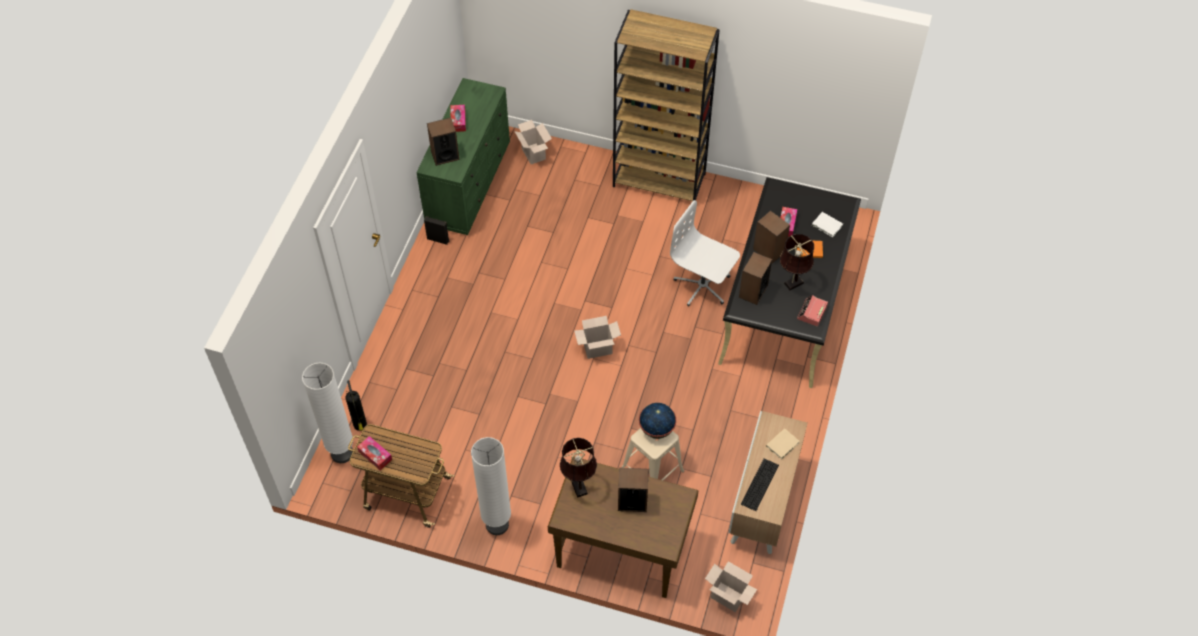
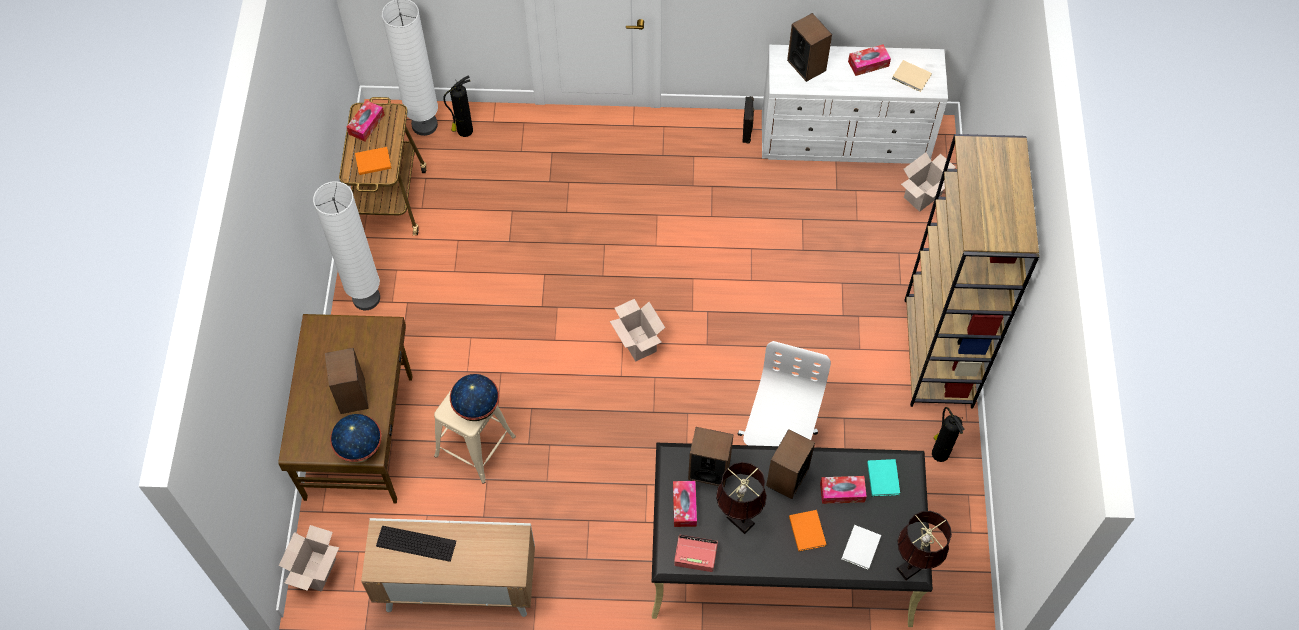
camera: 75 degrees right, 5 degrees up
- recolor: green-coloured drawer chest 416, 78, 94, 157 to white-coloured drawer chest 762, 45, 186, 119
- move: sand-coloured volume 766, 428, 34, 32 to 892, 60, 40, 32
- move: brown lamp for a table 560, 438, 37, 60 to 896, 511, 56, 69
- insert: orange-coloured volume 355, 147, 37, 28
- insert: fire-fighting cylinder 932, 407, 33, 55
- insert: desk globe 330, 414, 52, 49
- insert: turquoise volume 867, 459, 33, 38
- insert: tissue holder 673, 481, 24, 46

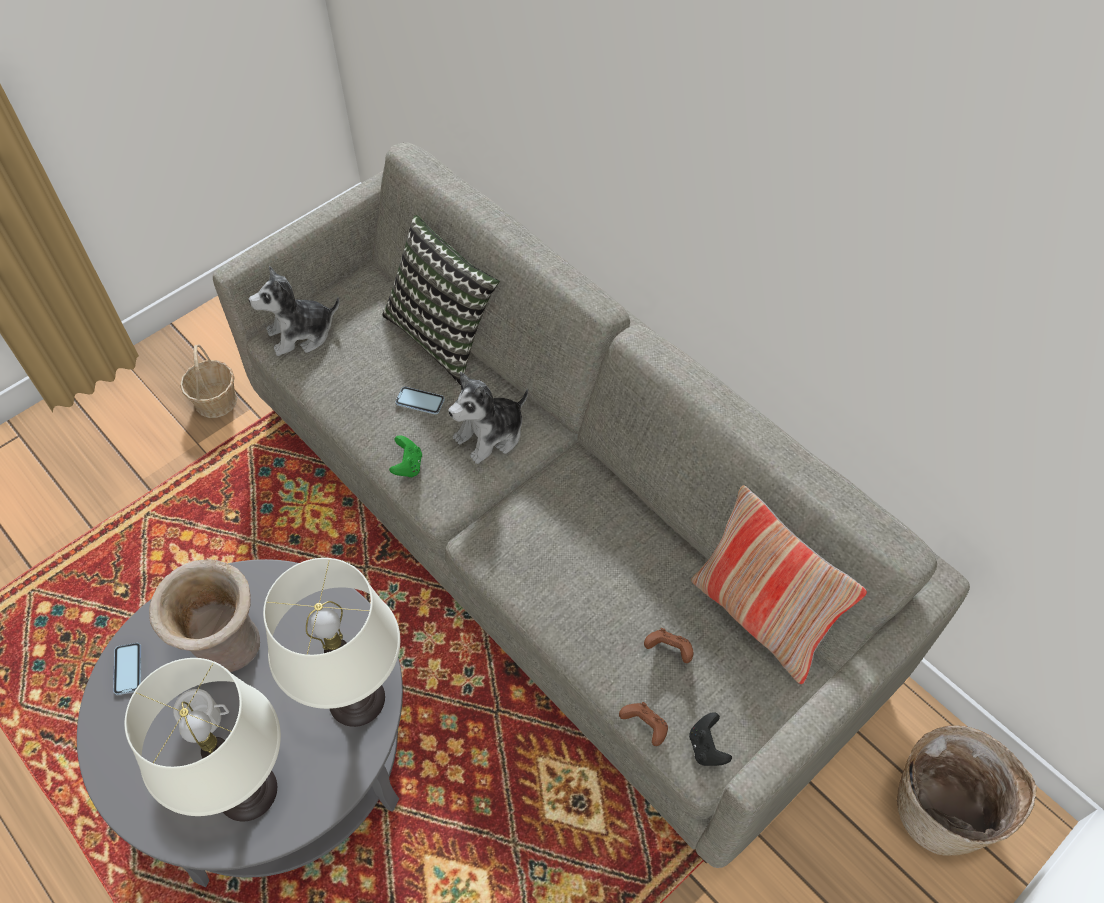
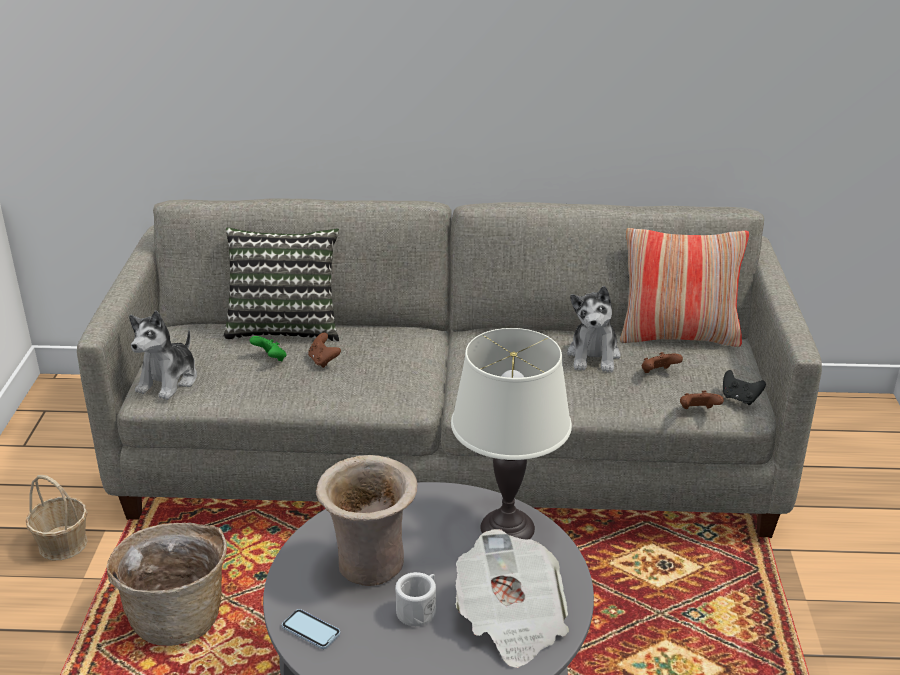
camera: 45 degrees left, 25 degrees down
- move: soft toy 449, 372, 79, 92 to 567, 286, 54, 86
- replace: phone 396, 387, 49, 28 to brown joypad 308, 333, 33, 35
- move: green-coloured joypad 389, 435, 33, 42 to 250, 336, 36, 25
- replace: white-coloured lamp for a table 125, 658, 156, 164 to newspaper 455, 529, 114, 139
- move: basket 897, 725, 140, 131 to 107, 522, 120, 124

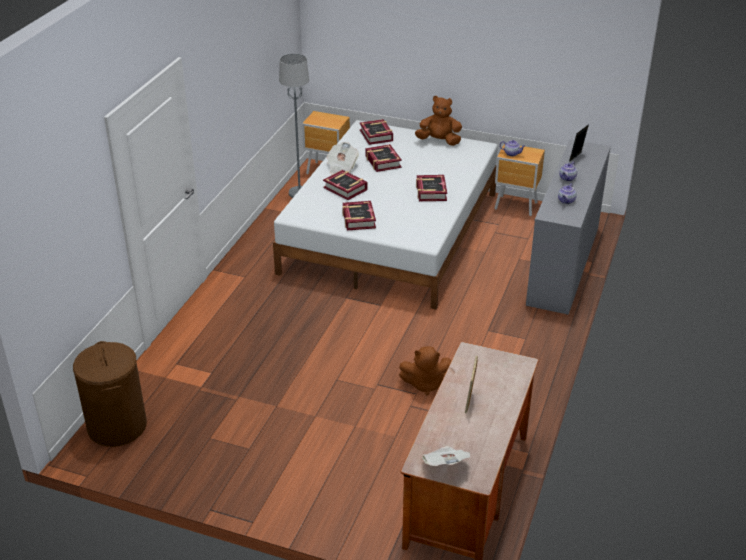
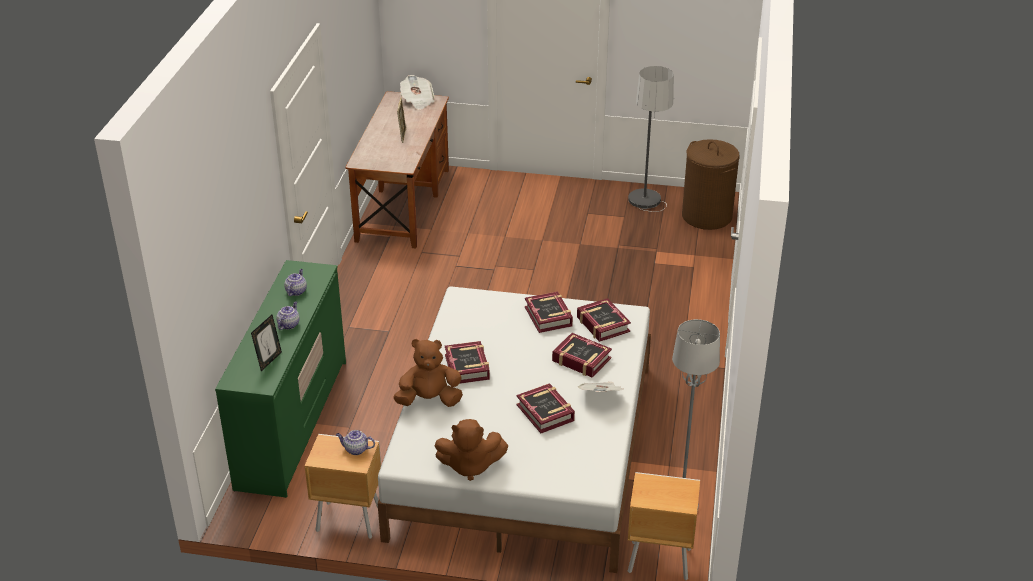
camera: 170 degrees right, 0 degrees up
- move: volume 360, 119, 33, 26 to 577, 298, 54, 44
- recolor: gray drawer chest 526, 140, 85, 175 to green-coloured drawer chest 215, 260, 131, 238
- move: brown soft toy 399, 346, 52, 49 to 393, 339, 70, 68
- insert: floor lamp 628, 66, 46, 146

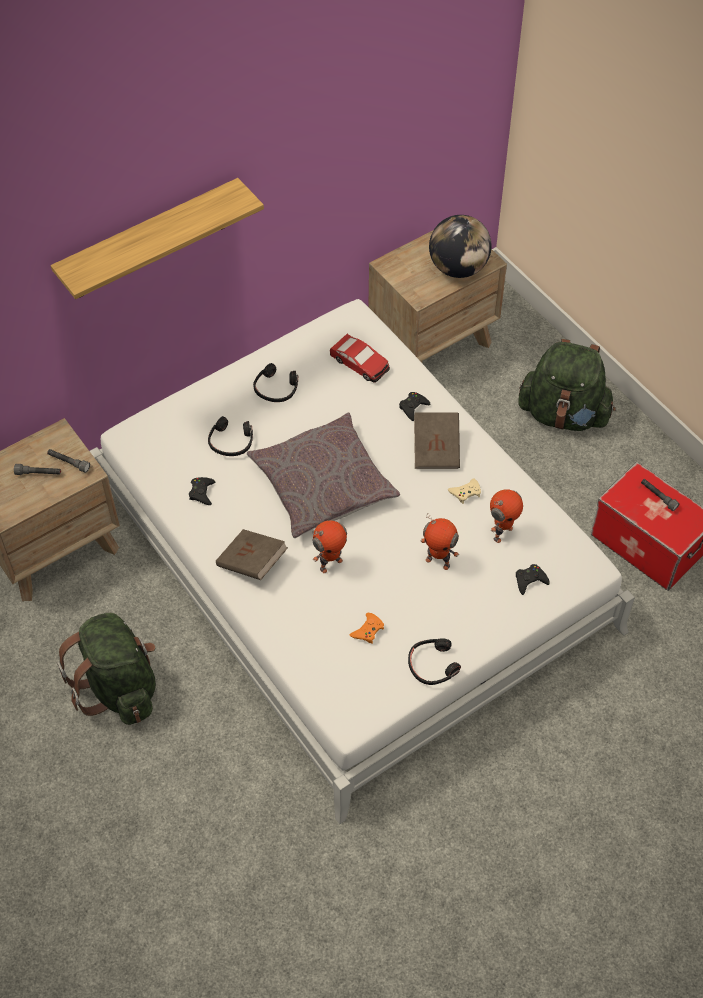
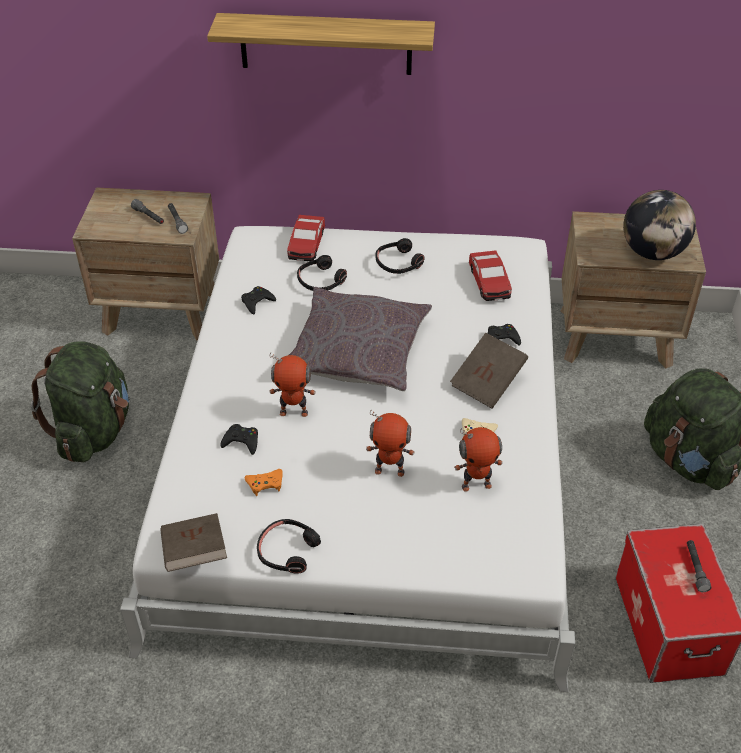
camera: 40 degrees right, 10 degrees down
- rotate: robot figure 421, 513, 38, 57 = 366, 410, 49, 67 60 degrees counterclockwise
- move: brown volume 216, 529, 72, 51 to 160, 513, 67, 59
- move: black joypad 516, 564, 34, 31 to 220, 424, 38, 31
- insert: toy car 287, 215, 38, 46

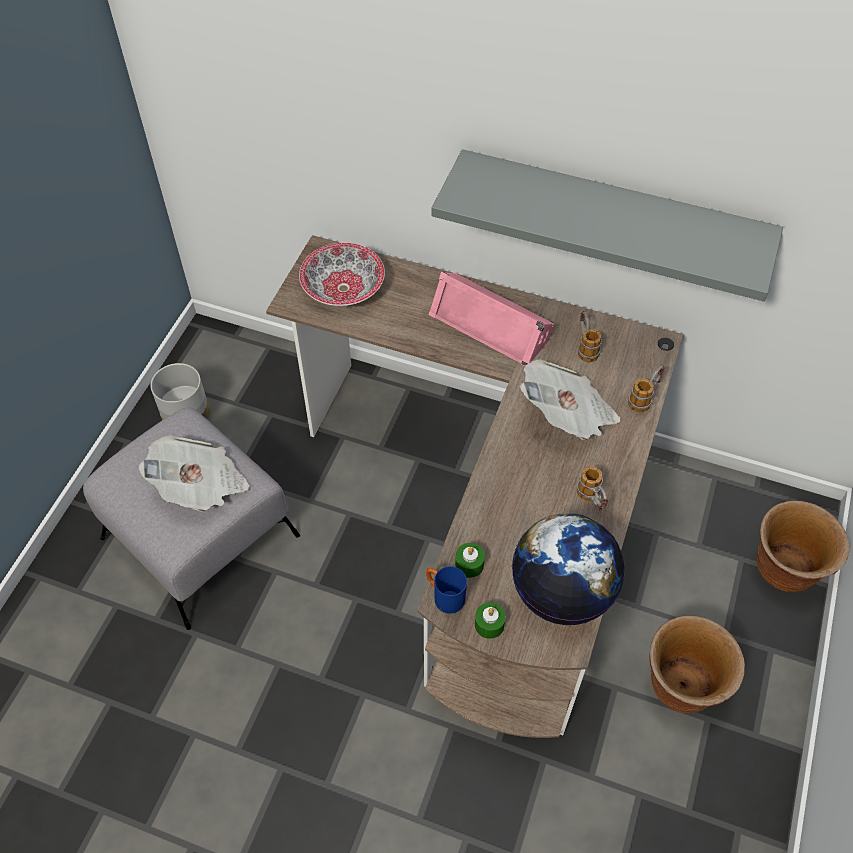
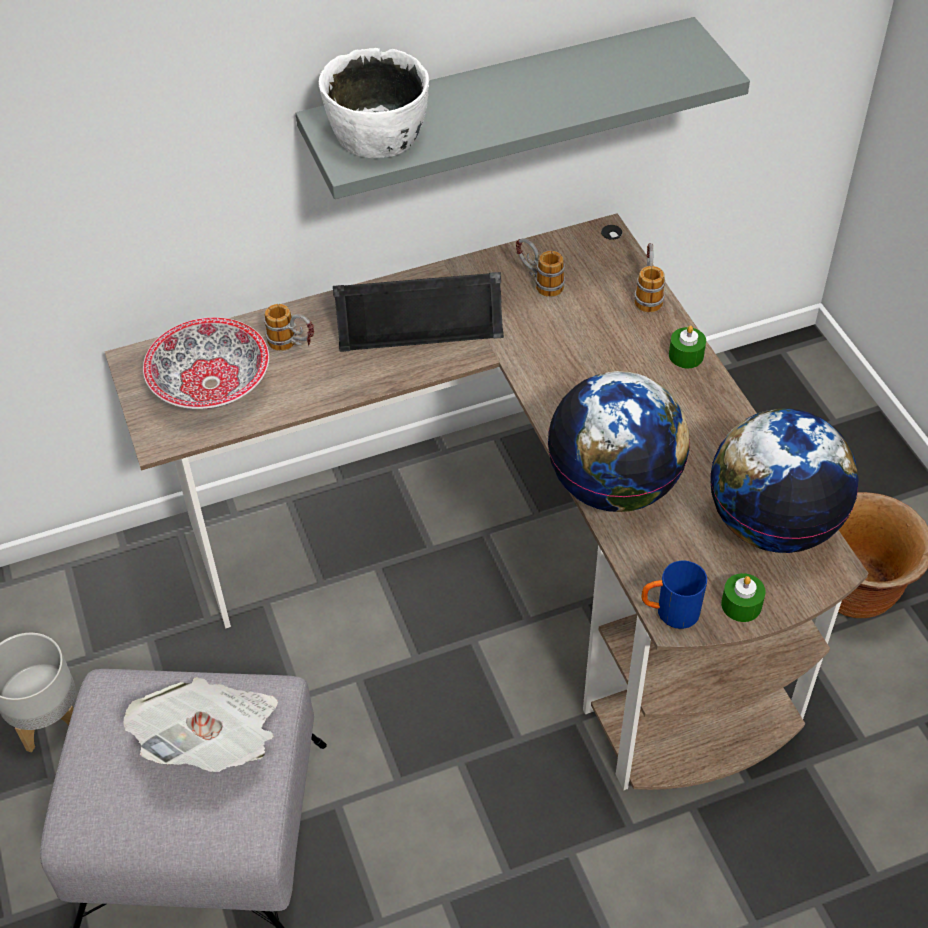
camera: 40 degrees left, 5 degrees down
- recolor: pink audio speaker 428, 272, 127, 94 to black audio speaker 333, 272, 171, 80
- delete: newspaper 520, 359, 100, 81
- move: coffee mug 577, 466, 31, 45 to 264, 304, 50, 47
- delete: brown plant pot 757, 500, 92, 92
- move: green-coloured candle 455, 543, 30, 35 to 669, 325, 37, 43
- insert: white-coloured deep dish 319, 48, 110, 110
- insert: desk globe 547, 371, 143, 141

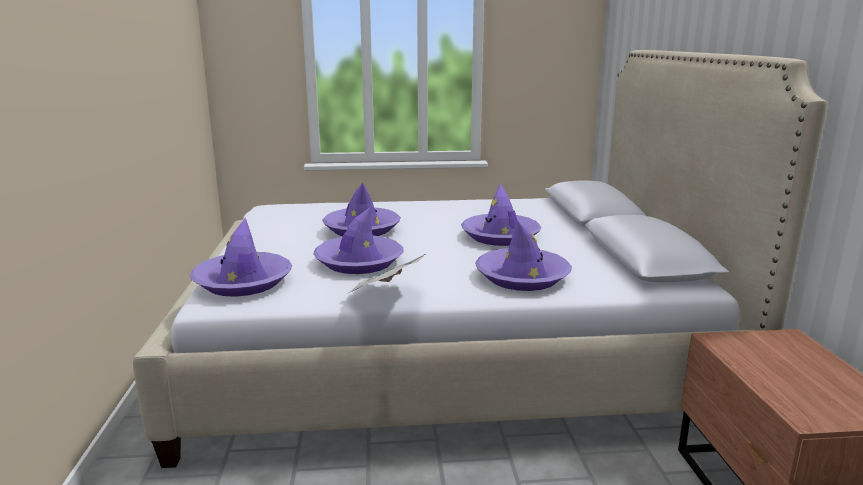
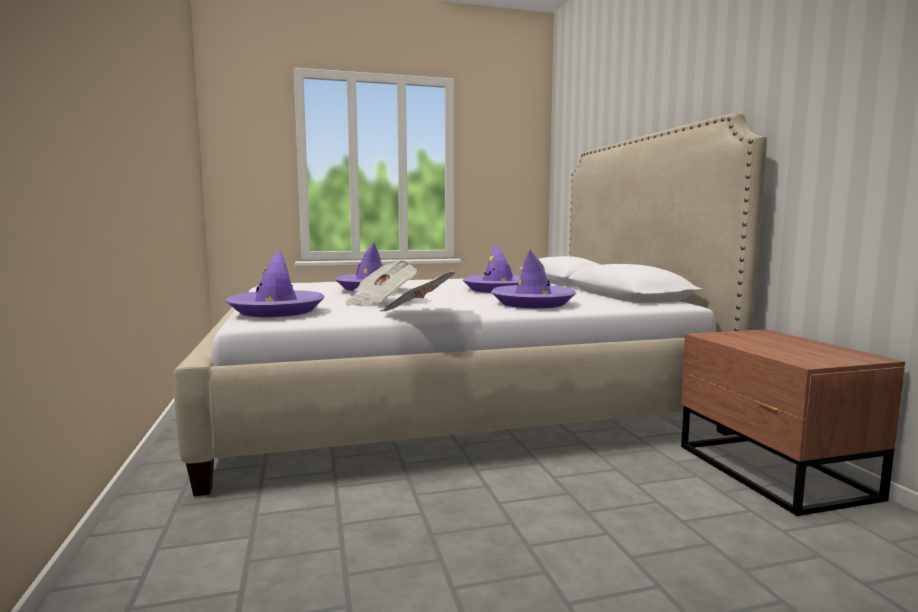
camera: 10 degrees left, 10 degrees down
- replace: purple clothing hat 313, 207, 91, 67 to newspaper 345, 260, 72, 45

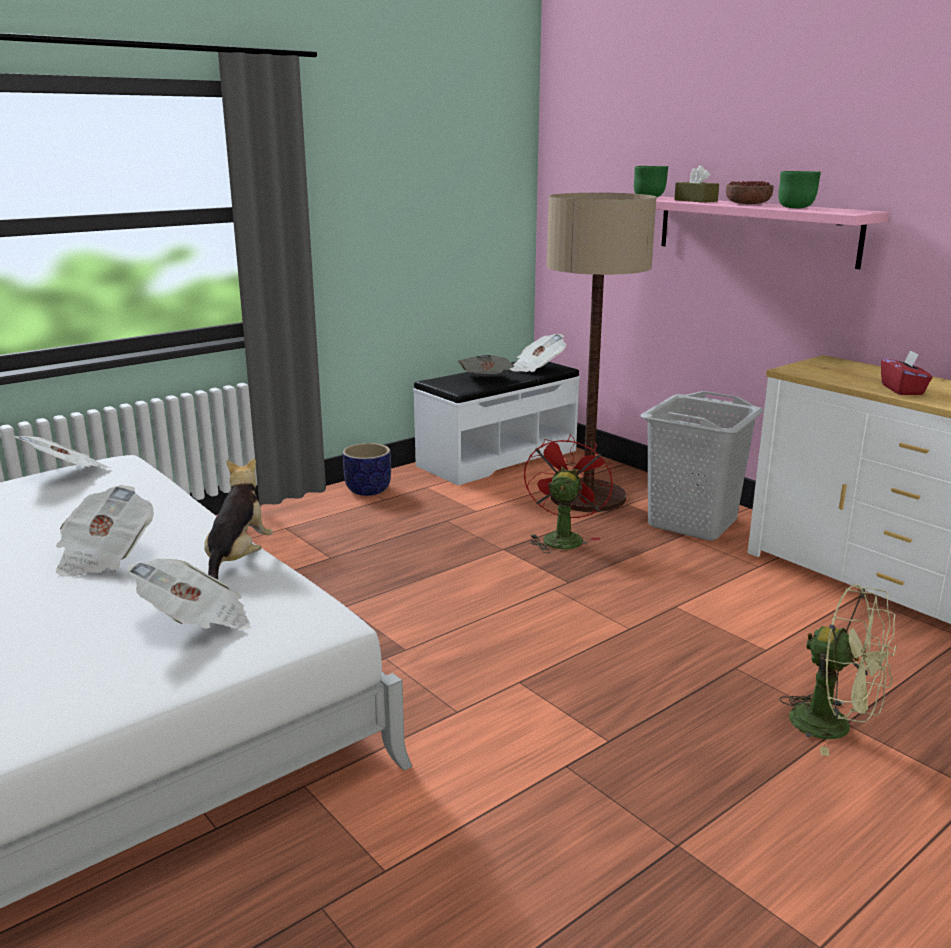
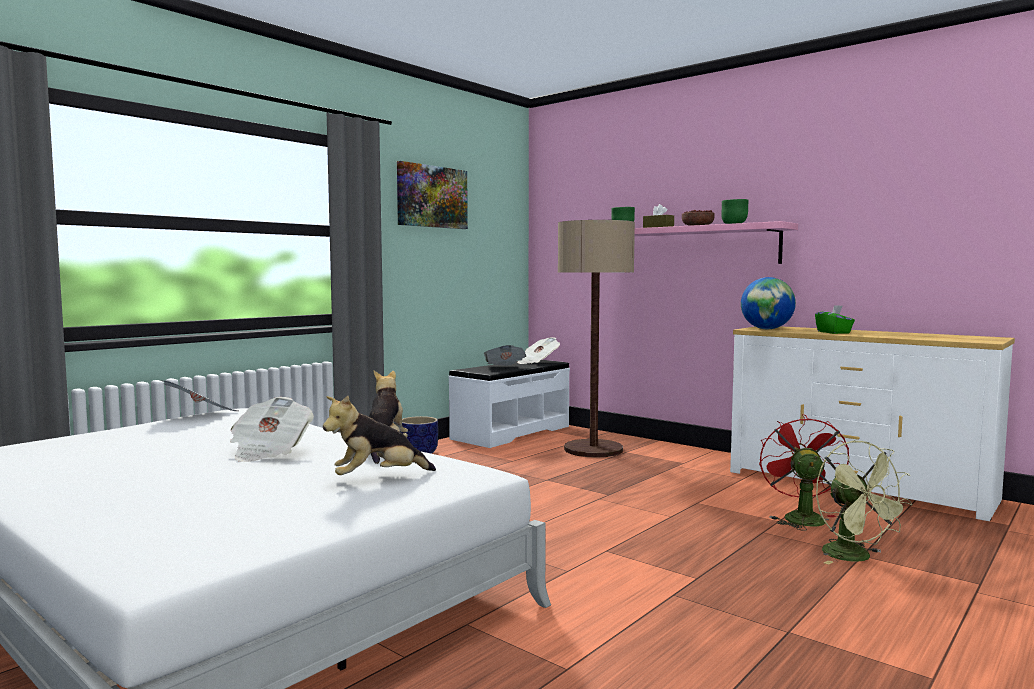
camera: 10 degrees left, 15 degrees down
- recolor: red tissue holder 881, 350, 51, 45 to green-coloured tissue holder 815, 305, 40, 29
- delete: gray laundry basket 640, 391, 124, 150
- move: red fan 524, 434, 89, 119 to 759, 414, 90, 117
- replace: newspaper 127, 559, 124, 70 to soft toy 323, 396, 113, 79
- rotate: green-coloured fan 779, 584, 118, 172 = 816, 440, 96, 124 45 degrees clockwise
- insert: picture 397, 161, 71, 68
- insert: desk globe 741, 277, 55, 52

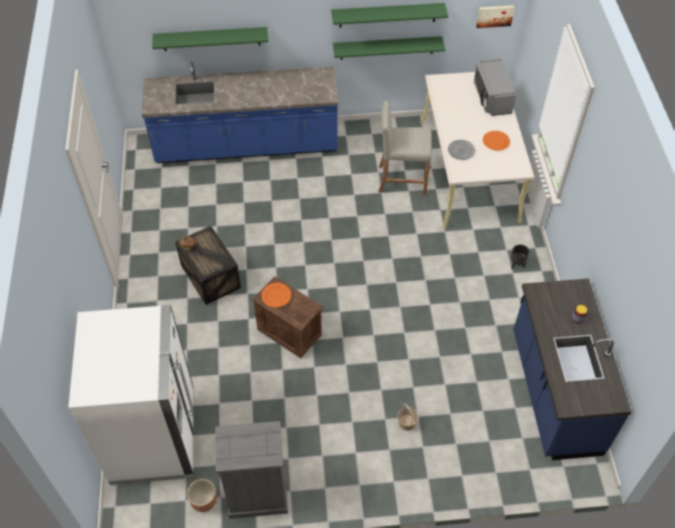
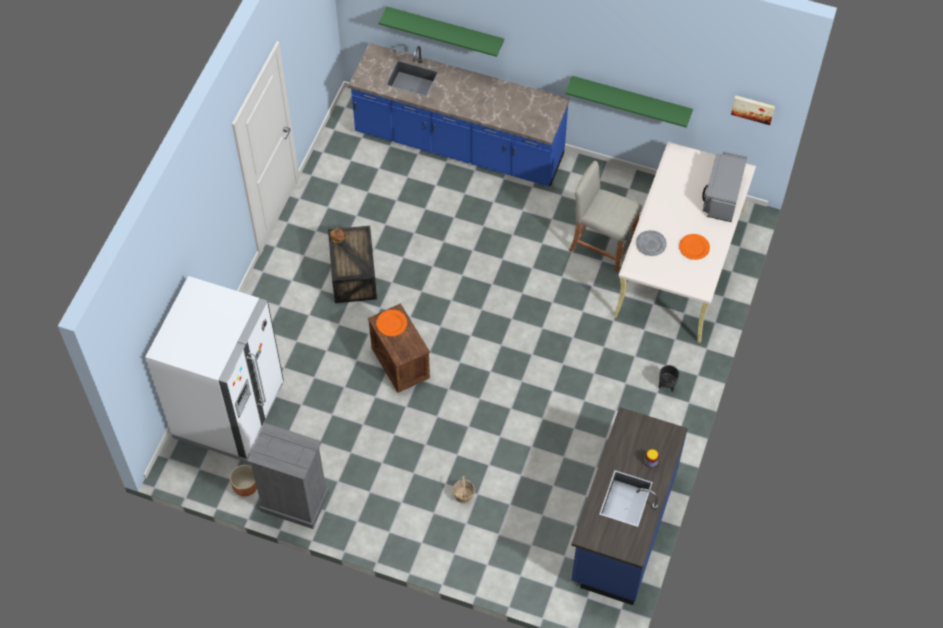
camera: 25 degrees right, 5 degrees up
- delete: green-coloured wall shelf 331, 3, 117, 25

